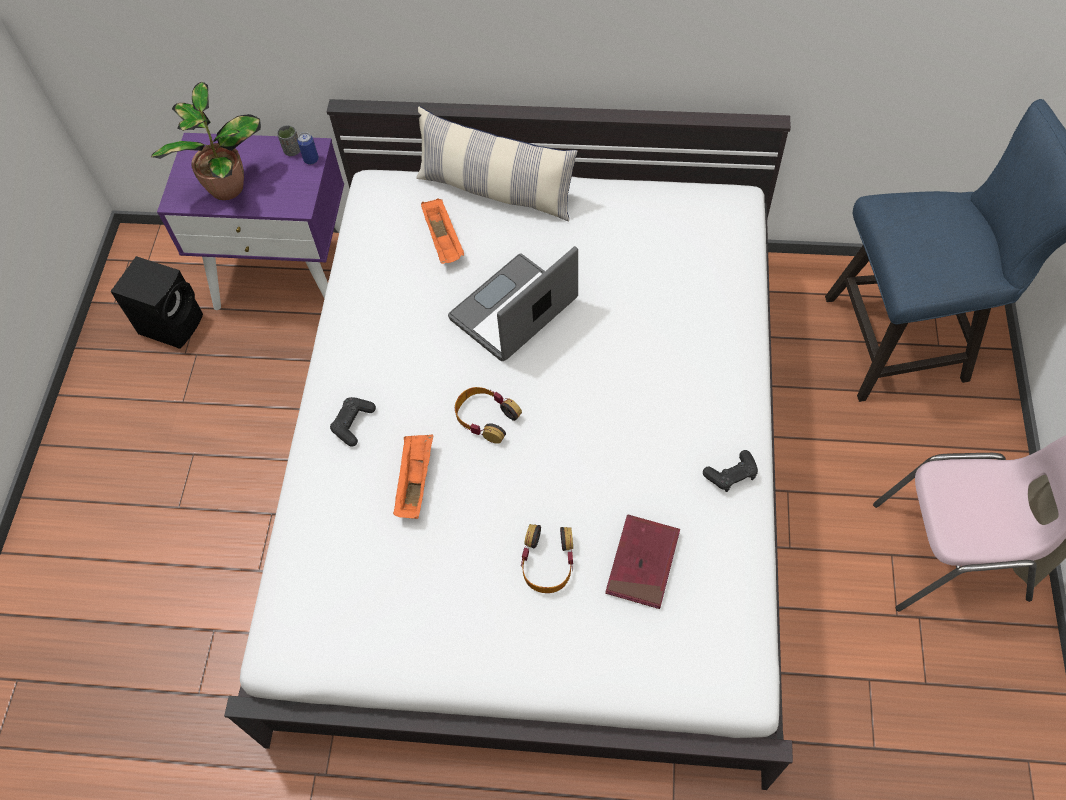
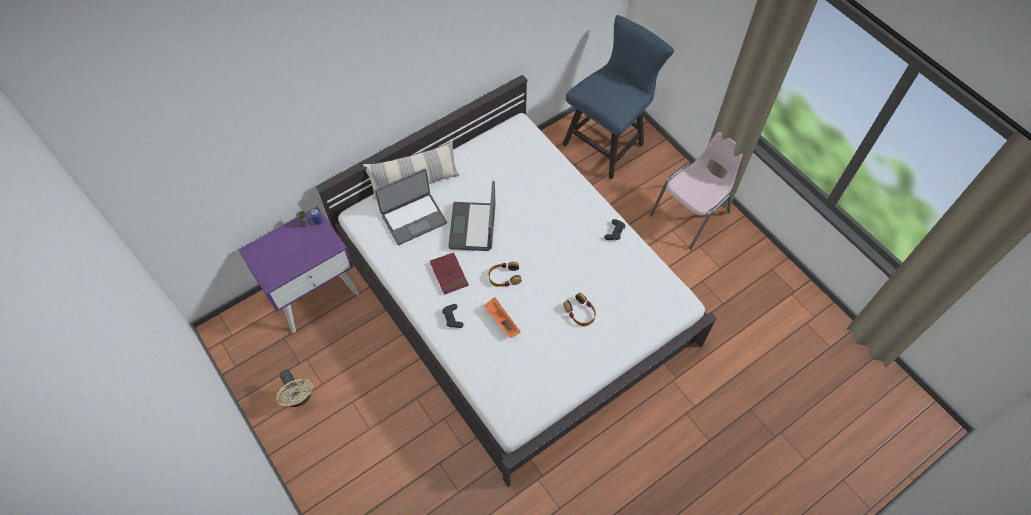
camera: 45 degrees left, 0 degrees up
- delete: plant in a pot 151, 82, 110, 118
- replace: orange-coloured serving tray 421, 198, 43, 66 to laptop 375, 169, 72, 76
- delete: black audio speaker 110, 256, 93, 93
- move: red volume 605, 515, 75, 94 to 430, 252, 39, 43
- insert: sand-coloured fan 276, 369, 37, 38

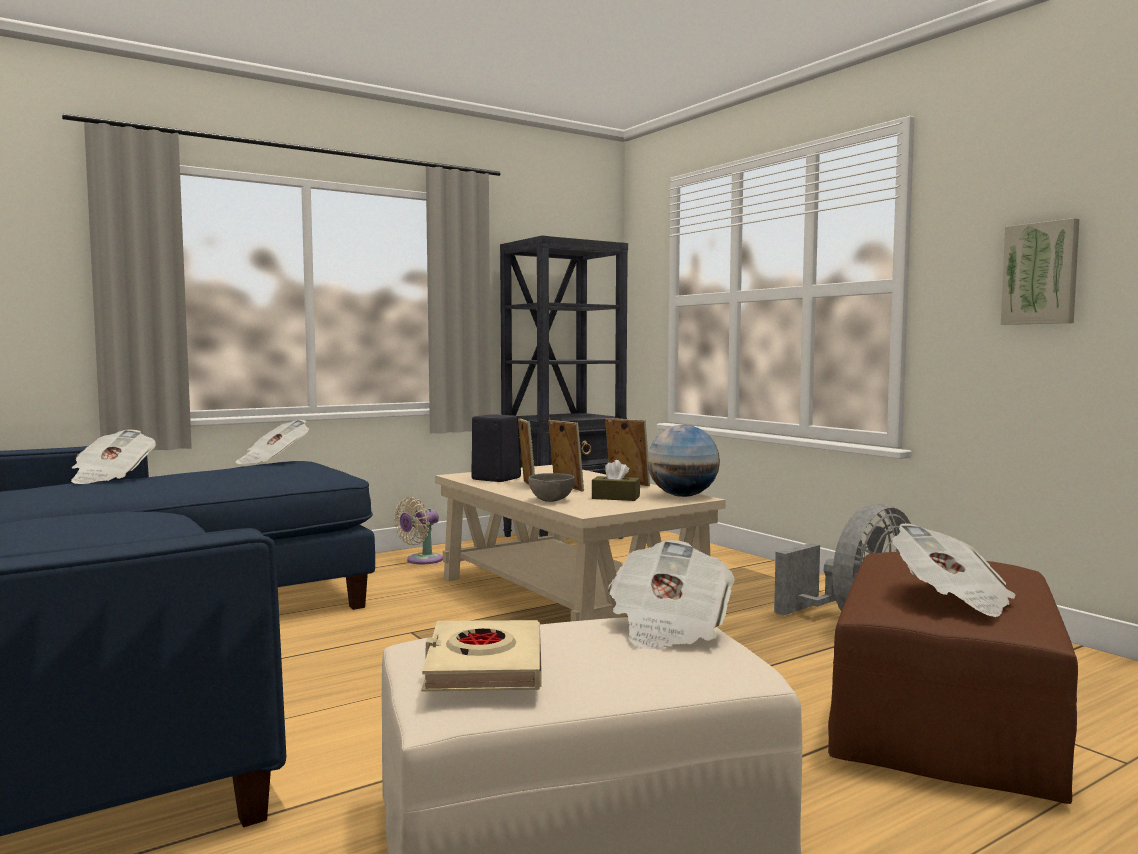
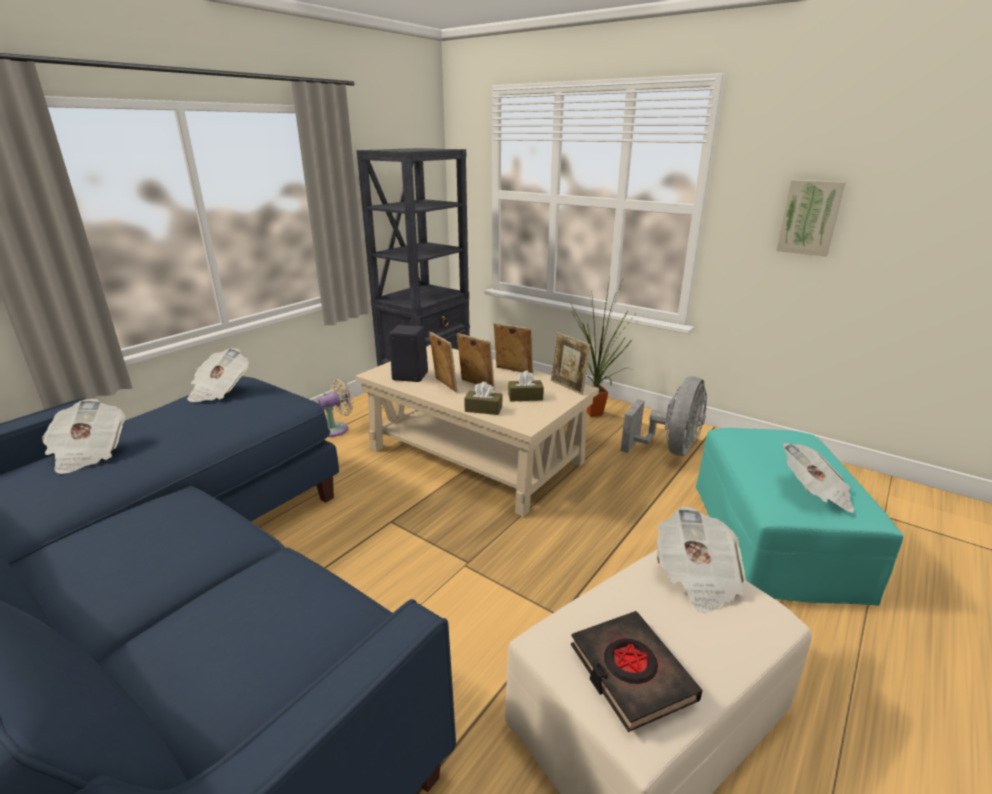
camera: 20 degrees left, 20 degrees up
- replace: desk globe 647, 425, 73, 72 to picture frame 551, 332, 40, 63
- replace: gray deep dish 528, 473, 47, 29 to brown tissue holder 464, 382, 38, 33
- rotate: sand-coloured fan 394, 497, 49, 67 = 318, 379, 36, 58 150 degrees counterclockwise
- recolor: brown footrest 828, 552, 250, 252 to turquoise footrest 696, 428, 207, 178
- recolor: sand-coloured volume 421, 620, 121, 72 to black volume 571, 611, 132, 121
- insert: plant in a pot 571, 275, 63, 142

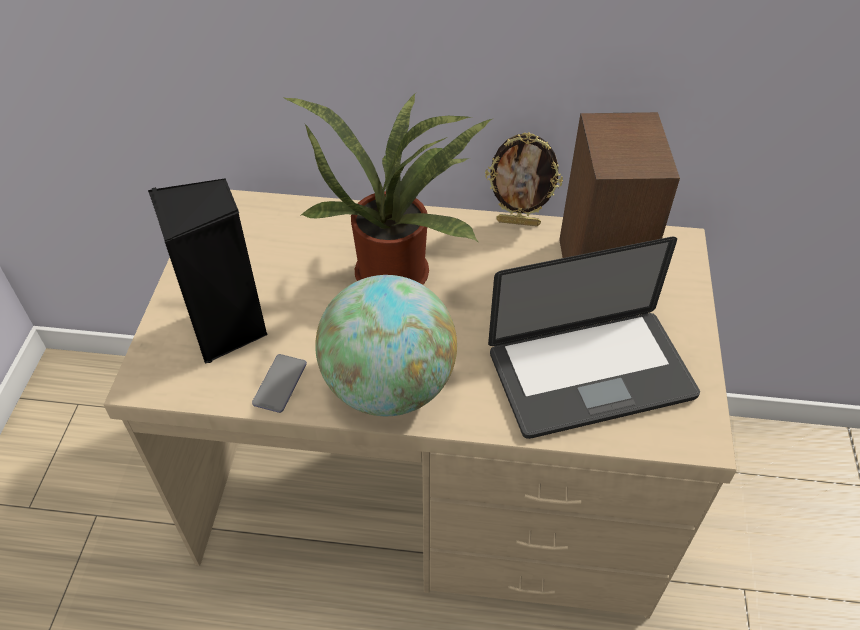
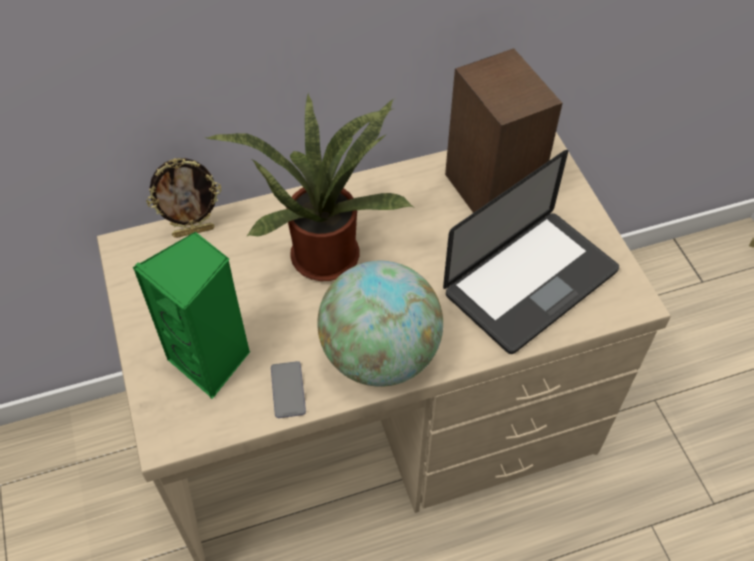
camera: 25 degrees left, 5 degrees up
- move: picture frame 485, 132, 78, 94 to 146, 158, 76, 80
- recolor: black audio speaker 148, 179, 120, 184 to green-coloured audio speaker 132, 232, 118, 167

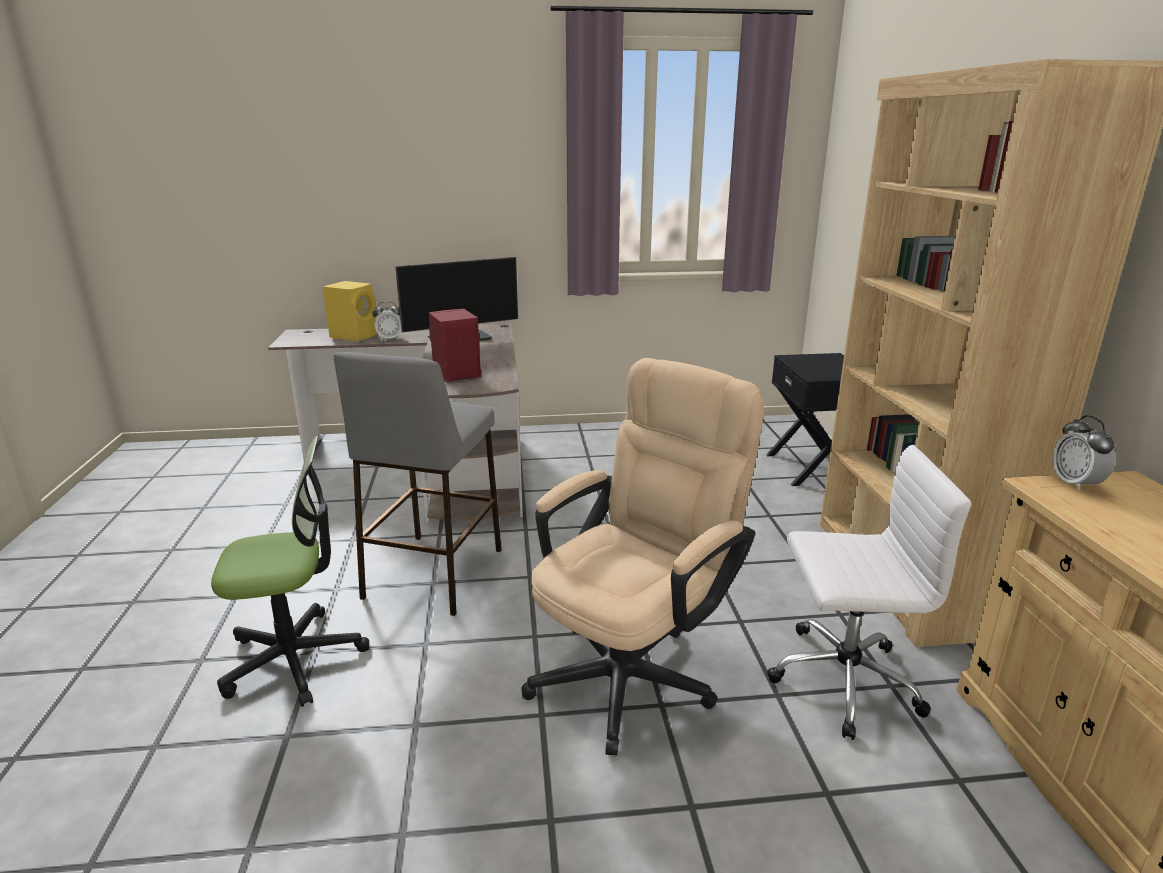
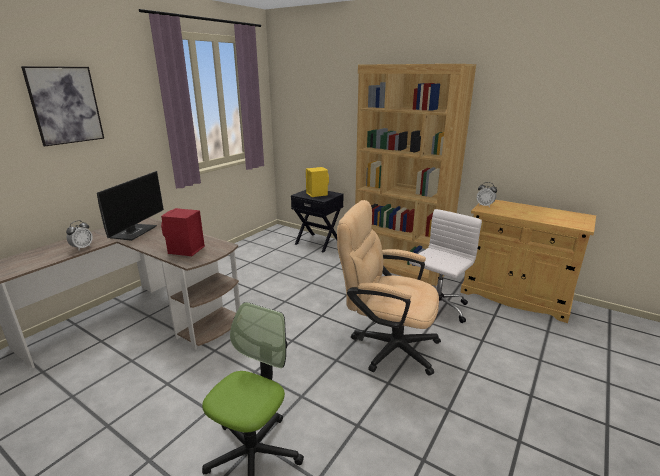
camera: 50 degrees left, 0 degrees up
- move: yellow-coloured audio speaker 323, 281, 54, 60 to 306, 167, 23, 30
- delete: gray stool 334, 352, 167, 264
- rotate: sand-coloured computer chair 521, 358, 242, 397 = 337, 200, 104, 175 60 degrees counterclockwise
- insert: picture 21, 66, 83, 80

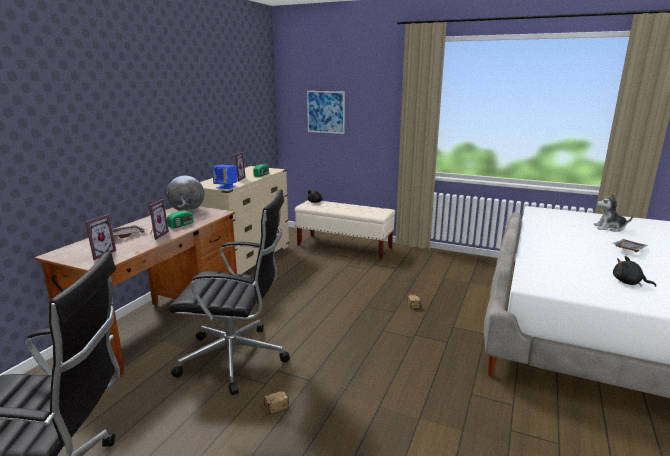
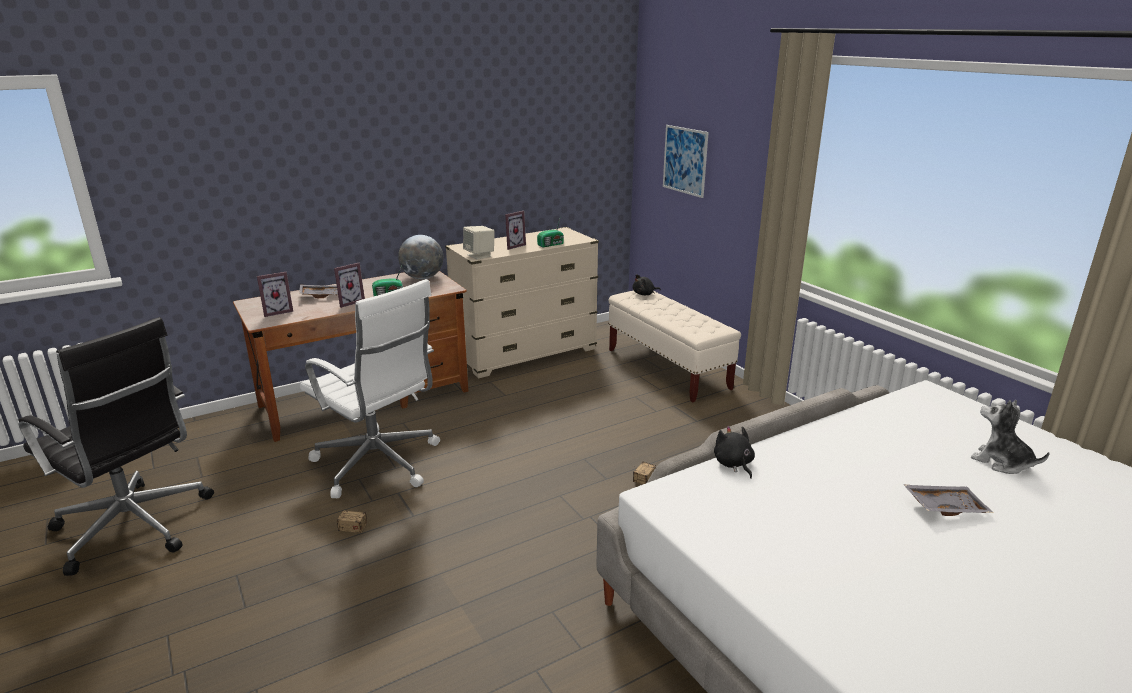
camera: 35 degrees right, 5 degrees up
- recolor: bluish audio speaker 213, 165, 24, 24 to sand-coloured audio speaker 463, 226, 32, 34
- recolor: black computer chair 168, 189, 122, 206 to white-coloured computer chair 300, 279, 140, 219
- move: black soft toy 613, 256, 43, 31 to 714, 426, 41, 53

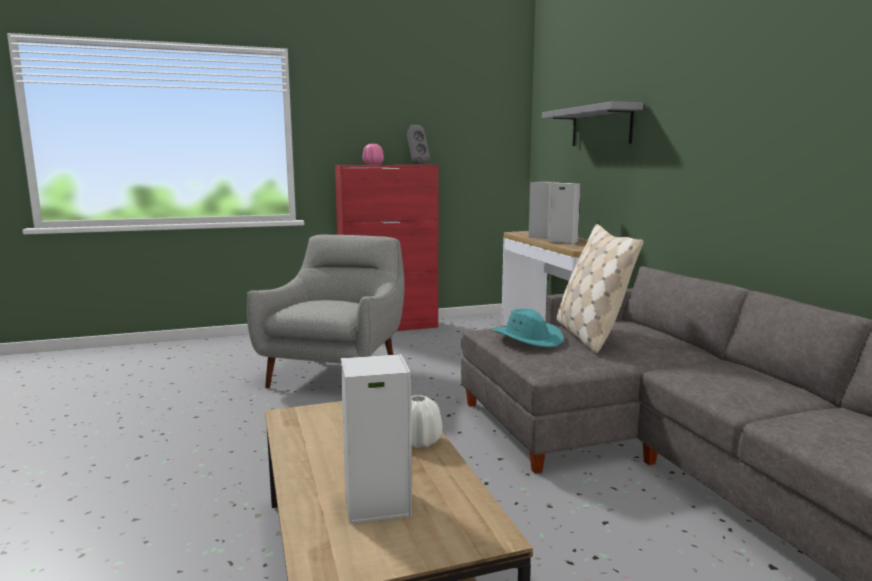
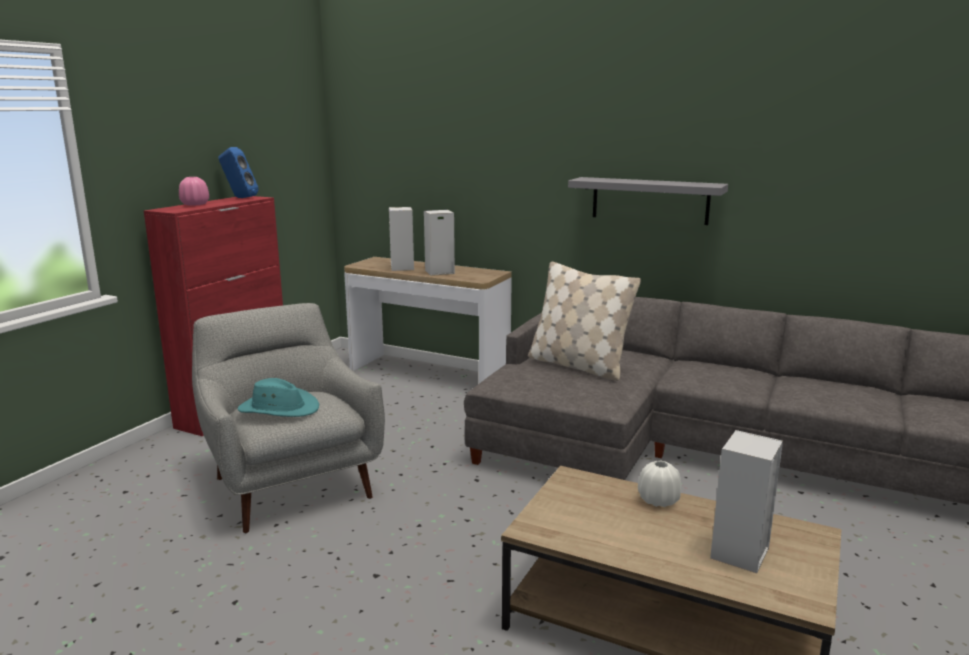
camera: 45 degrees left, 5 degrees up
- move: gray wall shelf 542, 101, 101, 45 to 568, 177, 160, 48
- recolor: gray audio speaker 407, 125, 23, 40 to bluish audio speaker 219, 147, 39, 51
- move: turquoise clothing hat 492, 309, 72, 38 to 237, 378, 82, 39

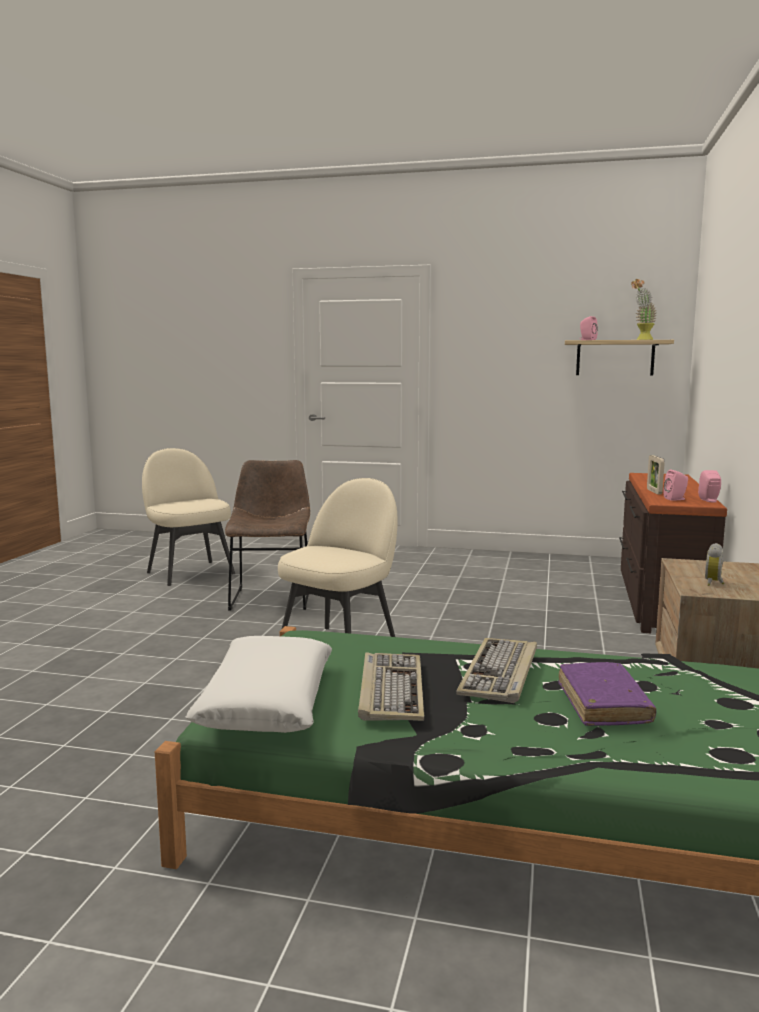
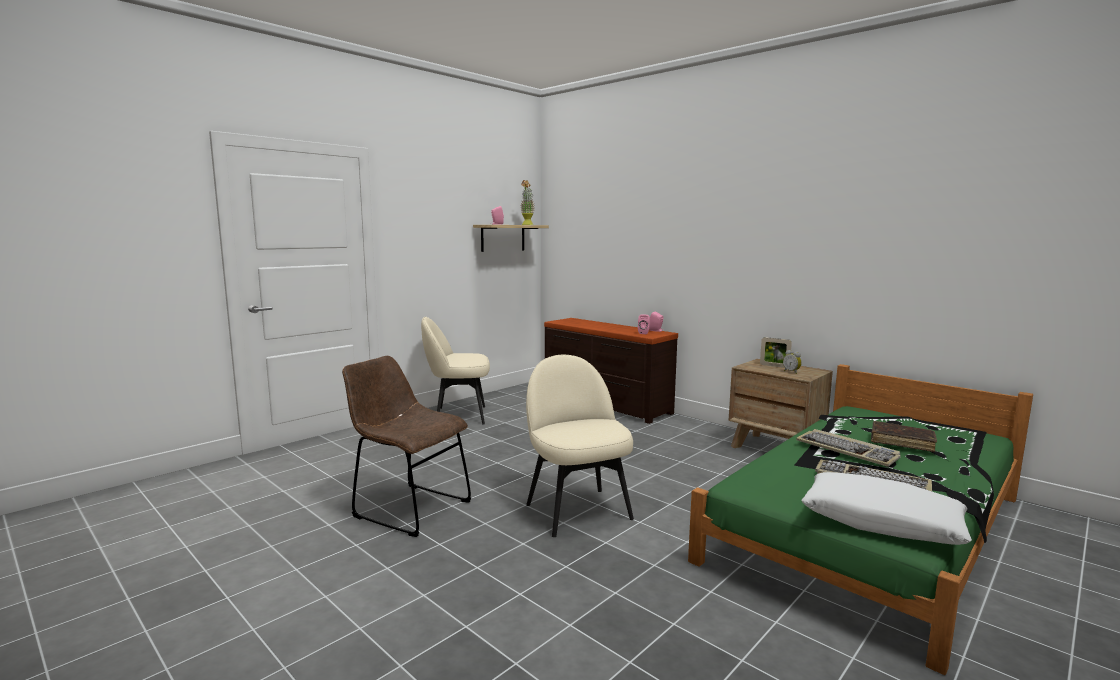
camera: 60 degrees left, 0 degrees up
- move: sand-coloured plain chair 142, 448, 93, 138 to 421, 317, 69, 108
- move: picture frame 647, 455, 18, 39 to 760, 337, 32, 31
- recolor: purple volume 558, 662, 98, 64 to brown volume 871, 421, 66, 31

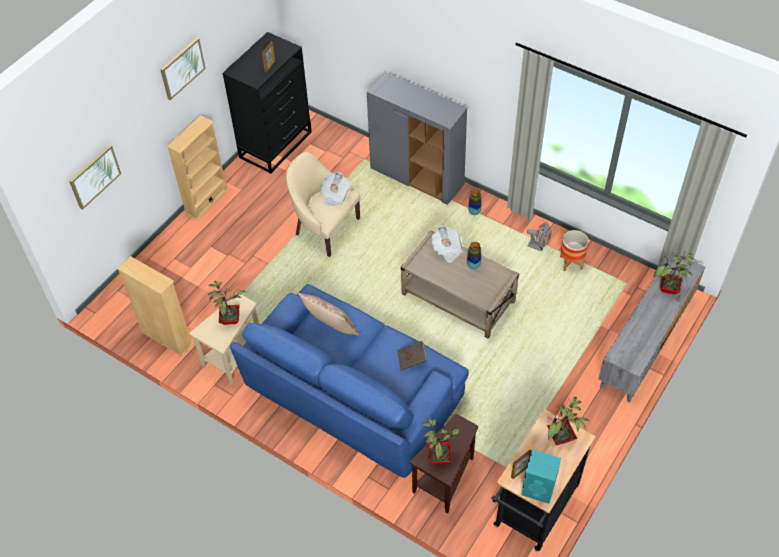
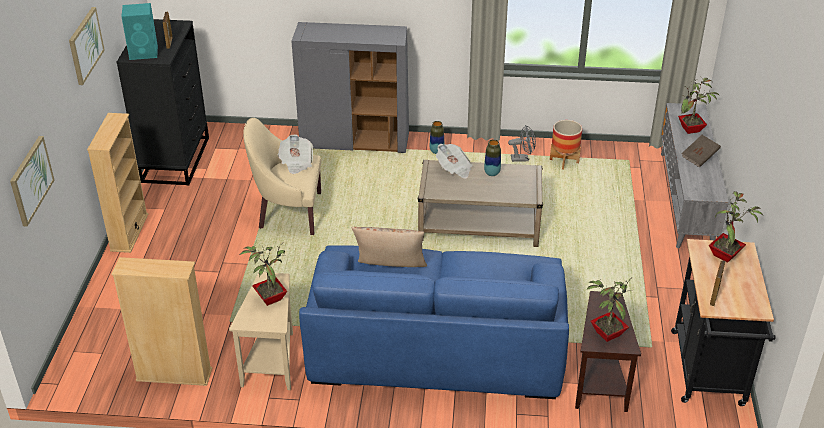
camera: 30 degrees left, 15 degrees down
- move: brown volume 397, 341, 30, 29 to 681, 135, 40, 32
- move: turquoise audio speaker 521, 449, 40, 55 to 121, 3, 37, 57

